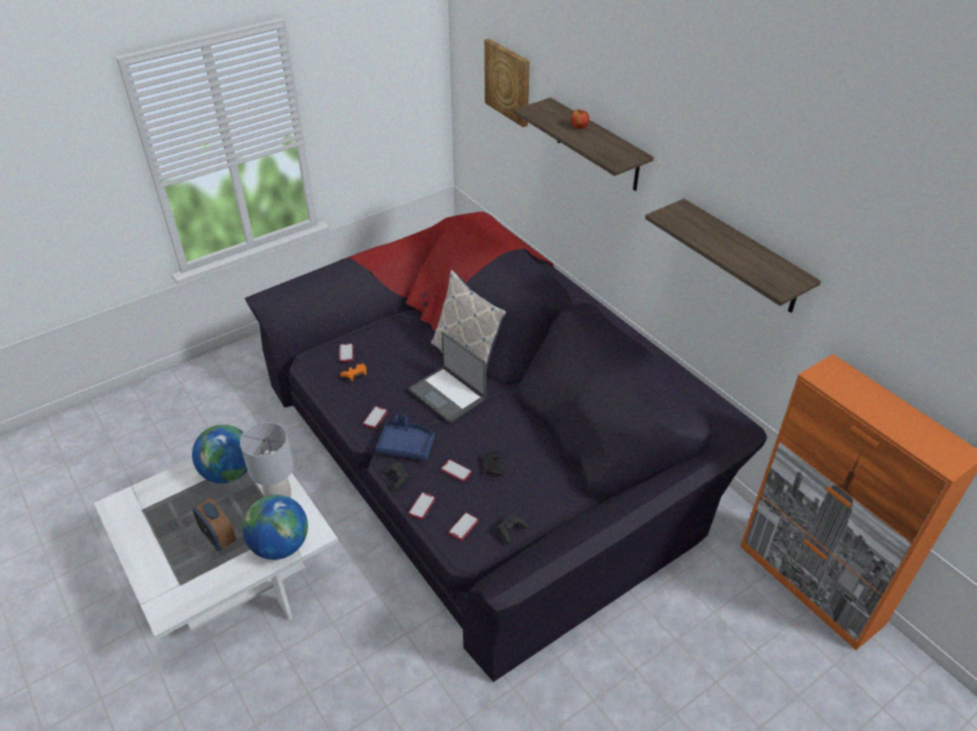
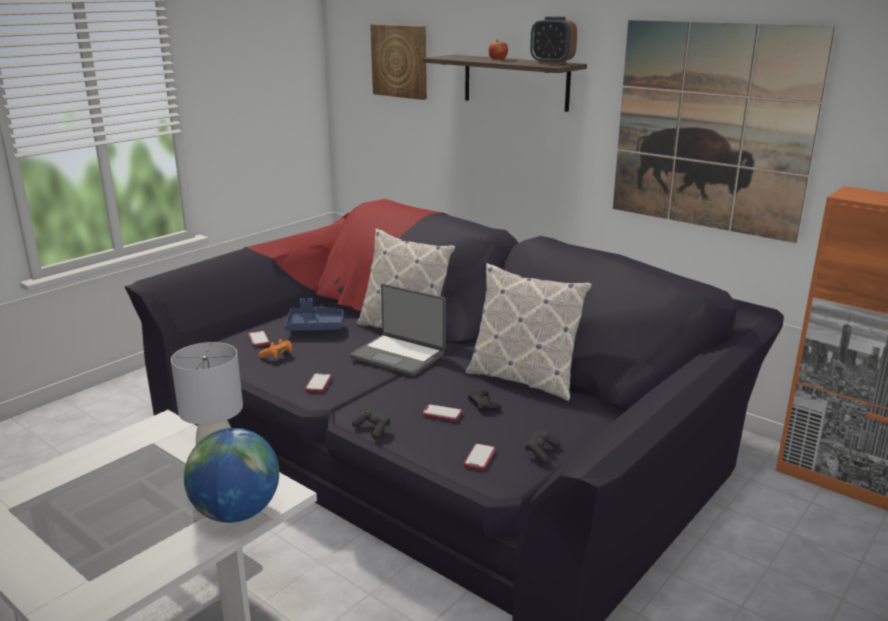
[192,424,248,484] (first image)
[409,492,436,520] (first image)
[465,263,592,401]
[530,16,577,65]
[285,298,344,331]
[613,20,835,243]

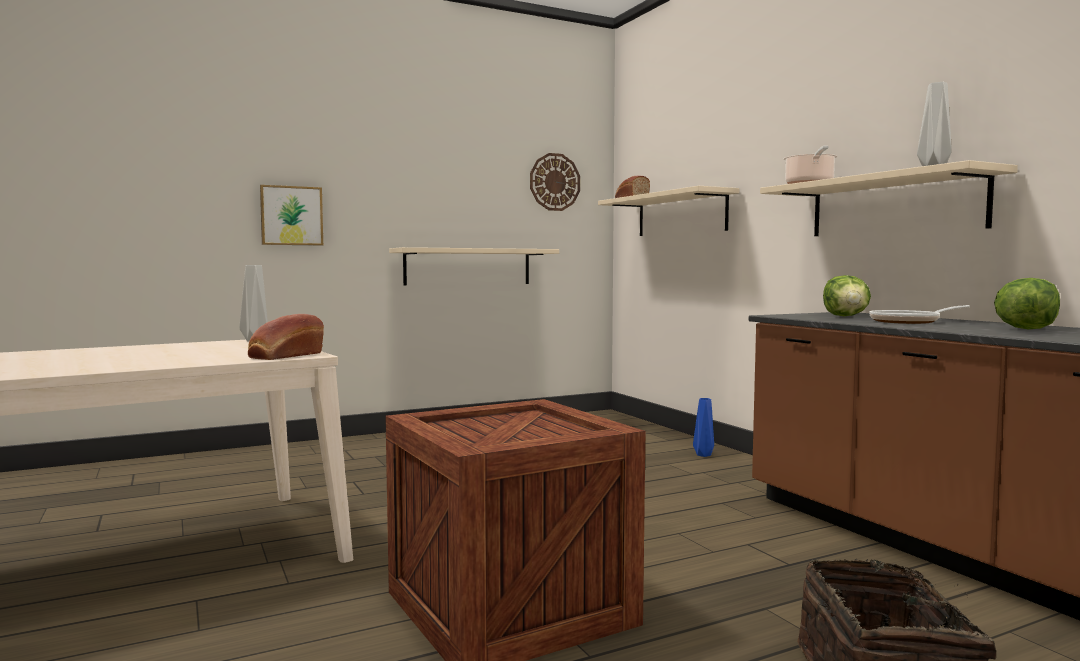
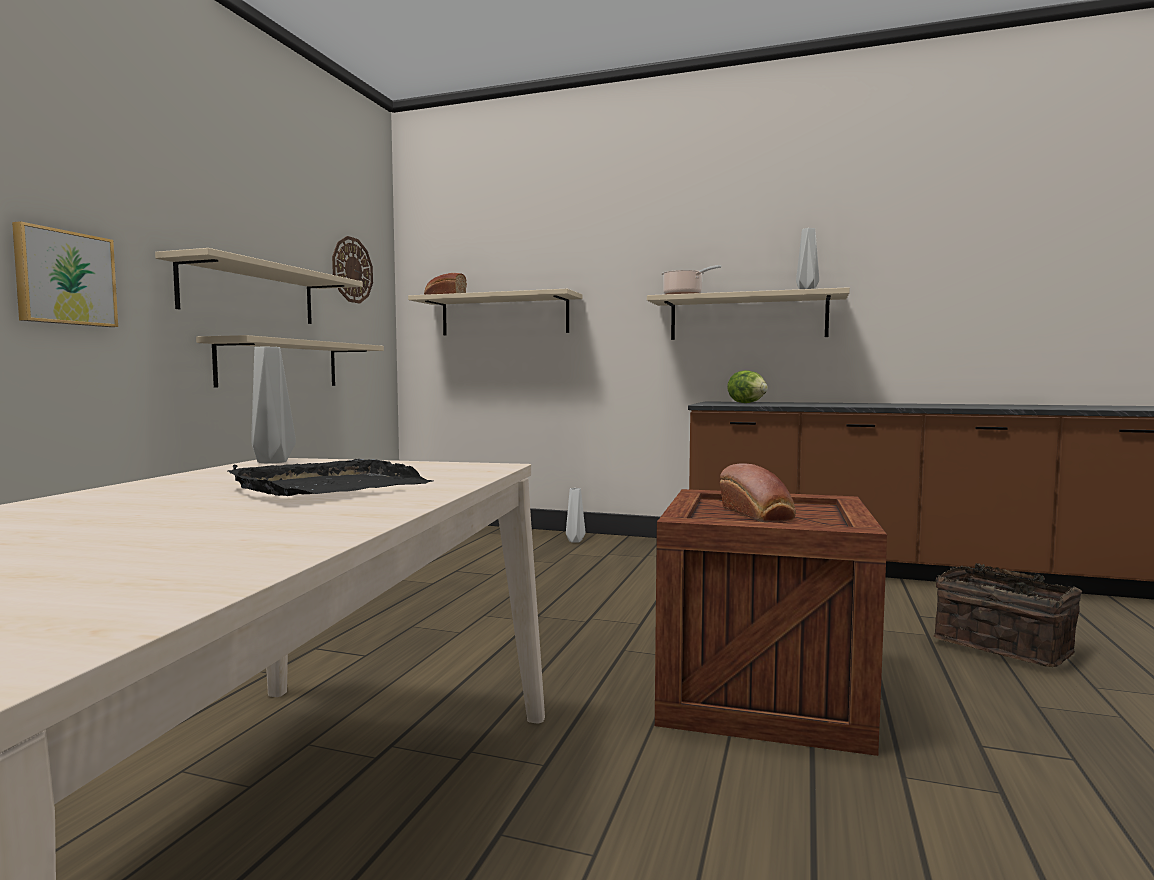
[869,305,970,324] (first image)
[994,278,1060,329] (first image)
[155,248,363,324]
[228,459,433,496]
[720,463,796,522]
[566,488,585,543]

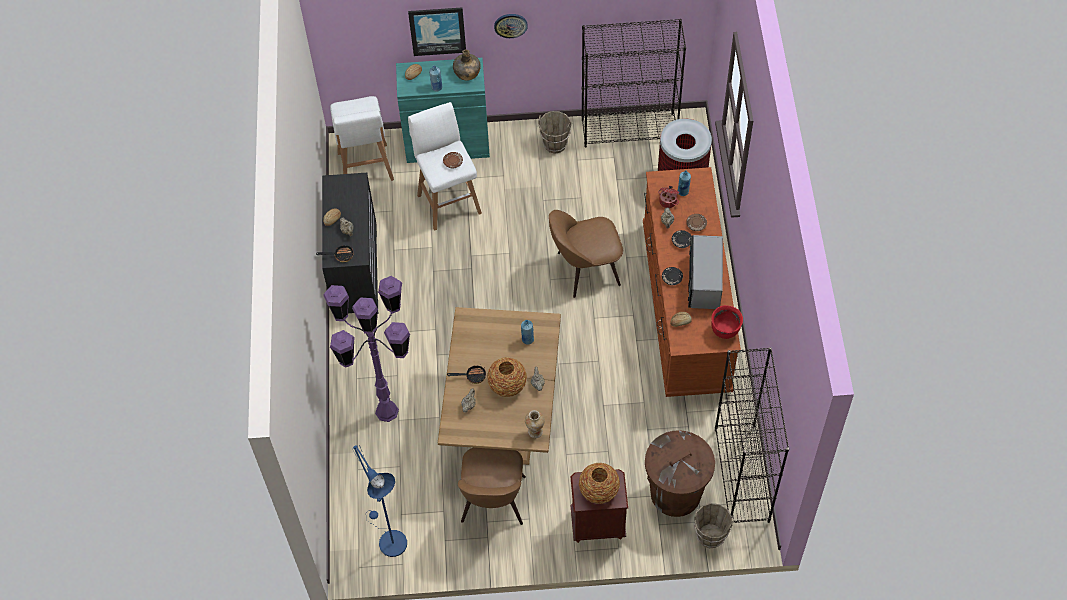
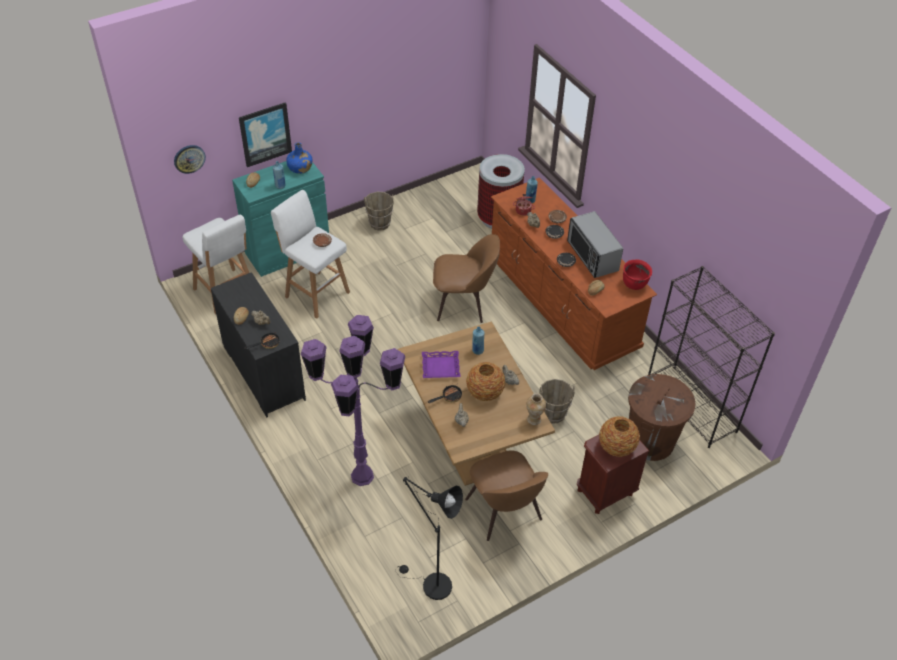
[581,19,686,148] (first image)
[422,351,461,378]
[174,145,206,174]
[539,379,575,423]
[396,477,463,600]
[286,143,312,174]
[433,234,500,323]

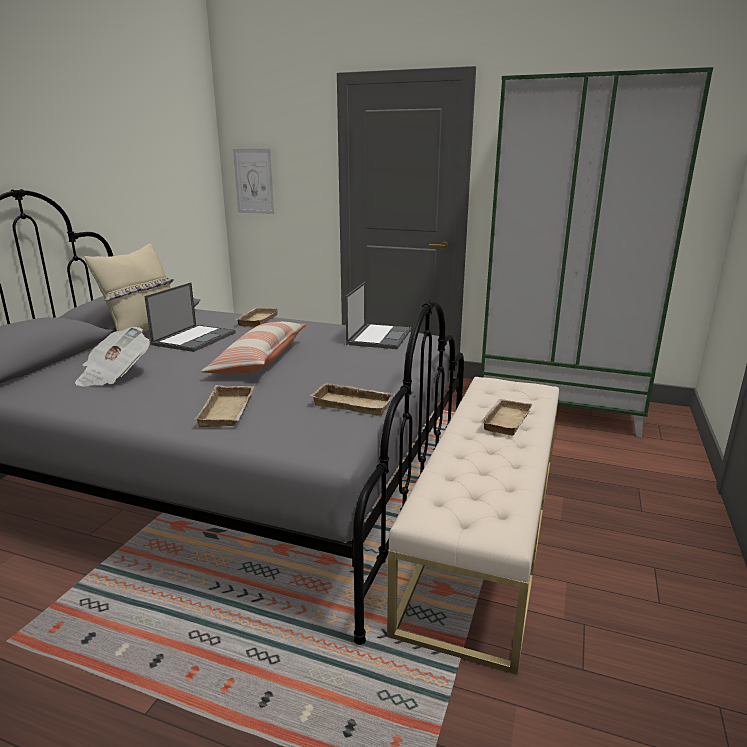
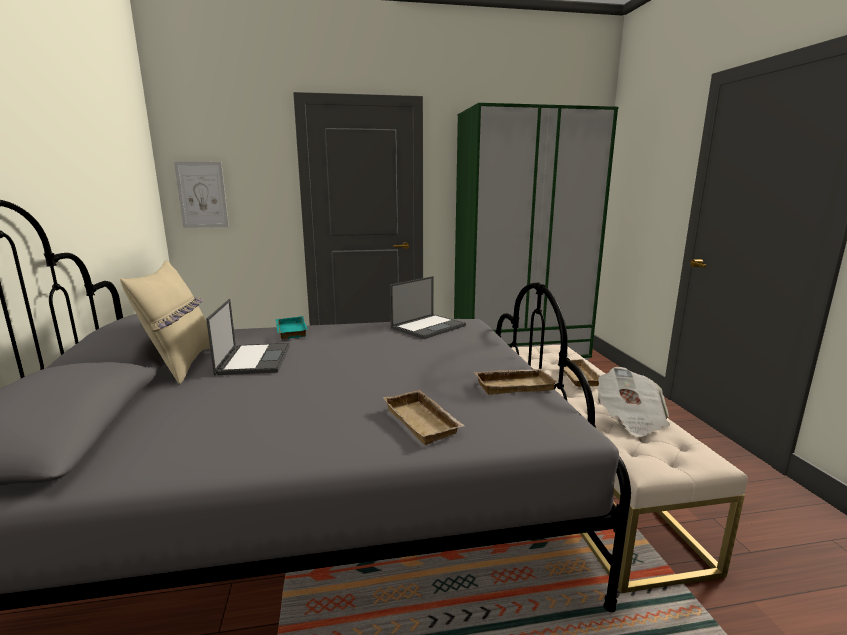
[201,322,306,374] (first image)
[598,367,670,437]
[276,316,308,339]
[390,276,466,339]

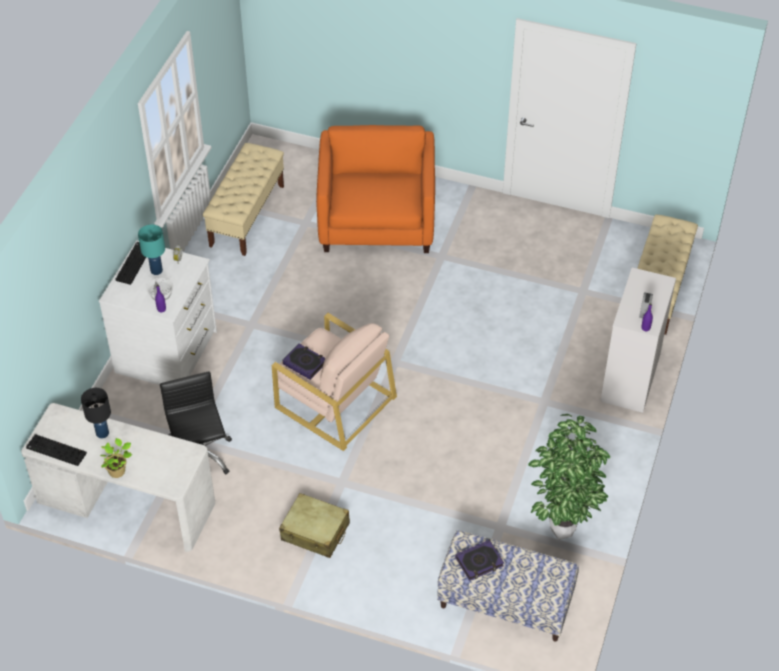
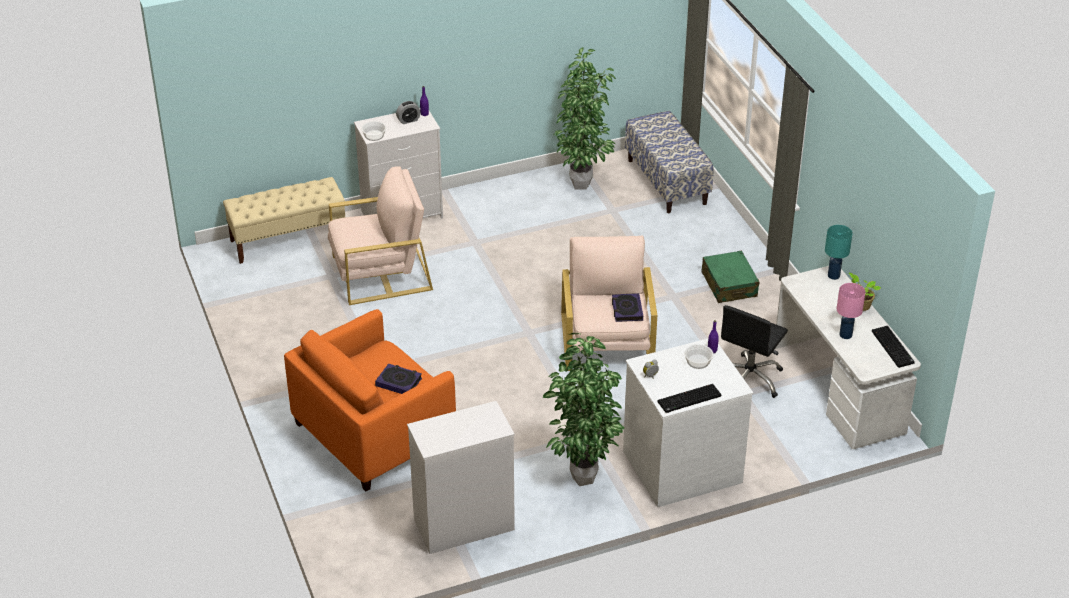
[328,166,433,305]
[361,121,386,141]
[543,333,624,486]
[825,225,853,280]
[375,363,422,394]
[407,401,515,554]
[837,283,866,339]
[701,251,760,303]

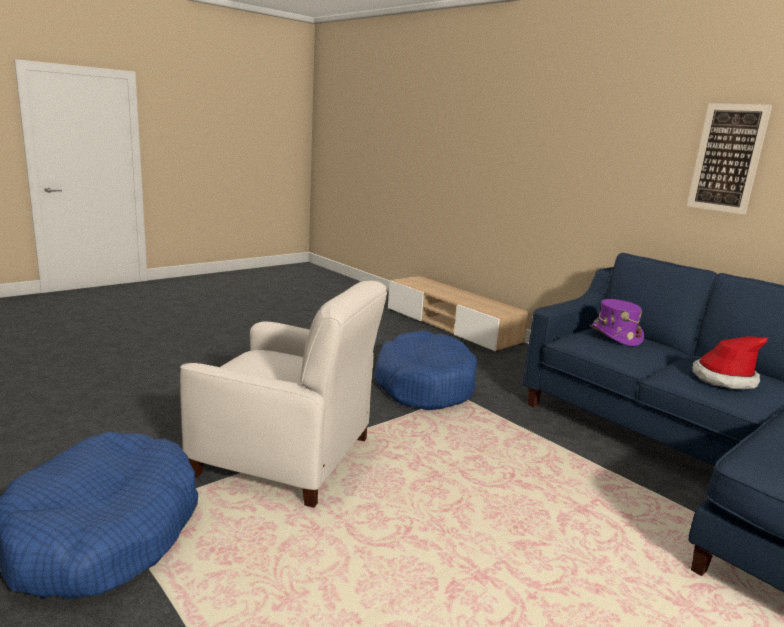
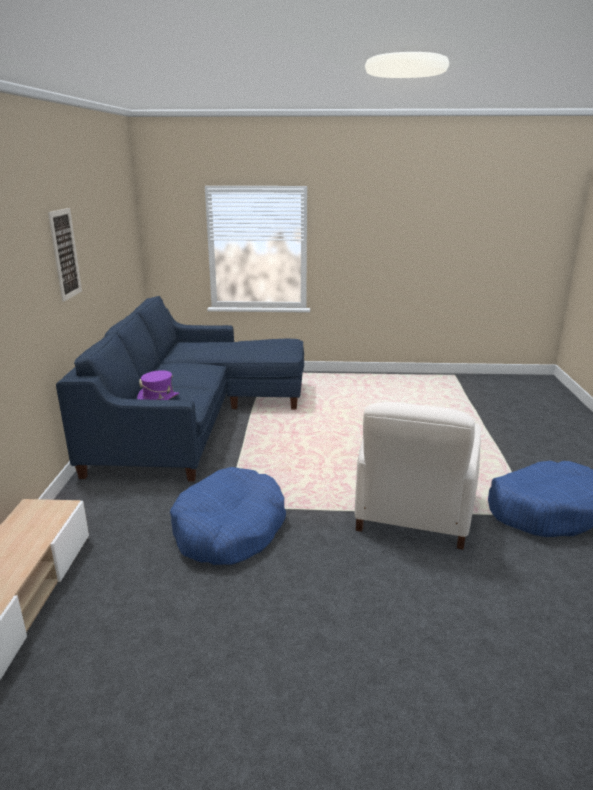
[692,336,768,389] (first image)
[355,402,481,550]

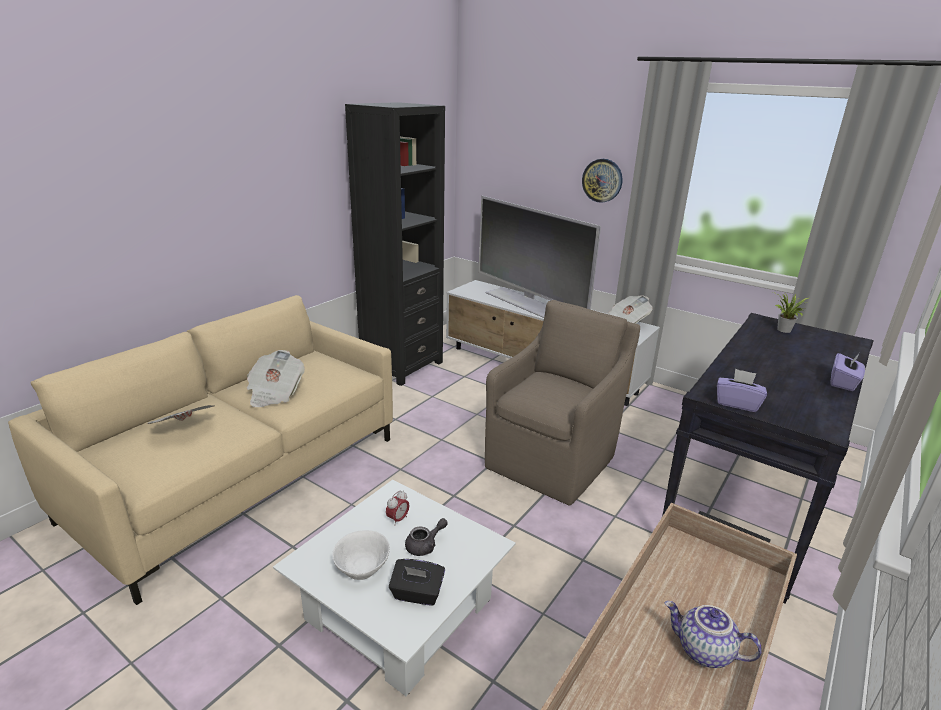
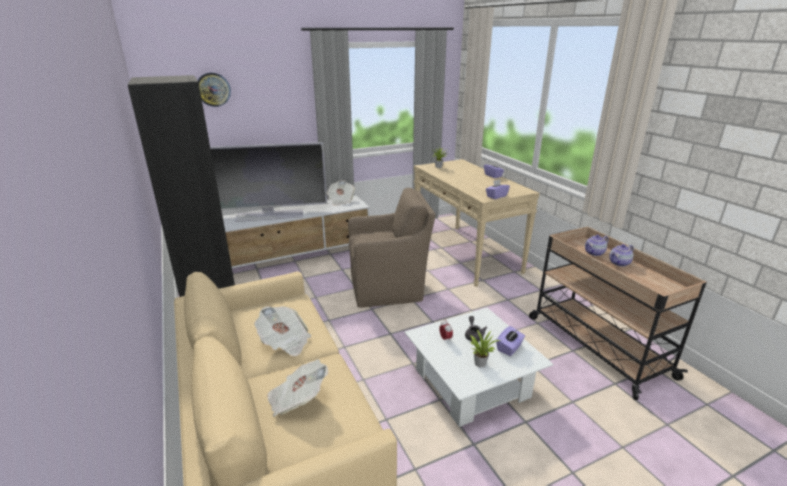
[585,235,608,256]
[198,73,231,107]
[470,330,501,368]
[496,326,525,356]
[414,159,540,287]
[348,188,435,308]

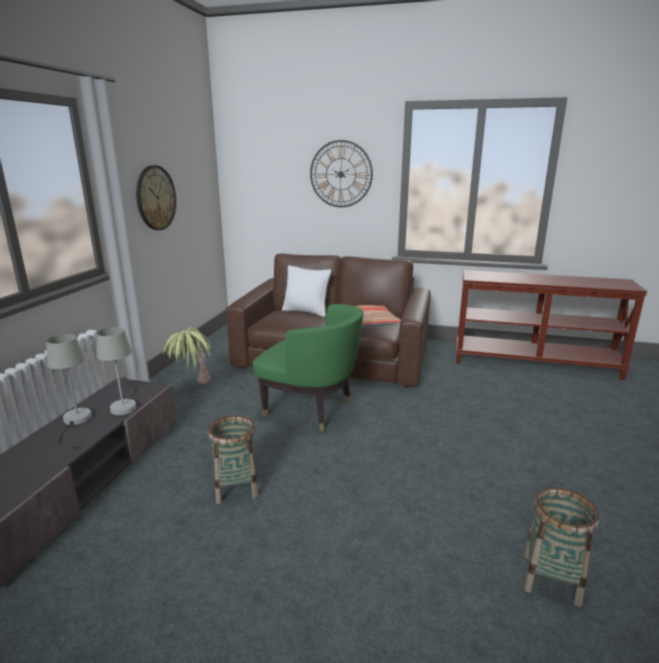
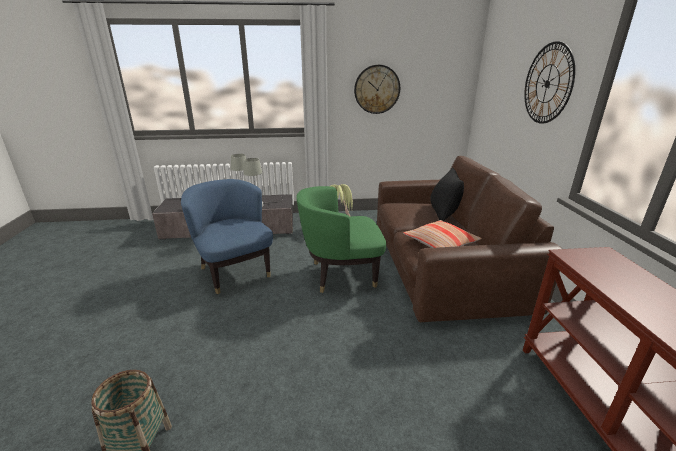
[181,179,273,294]
[430,167,464,221]
[296,186,386,293]

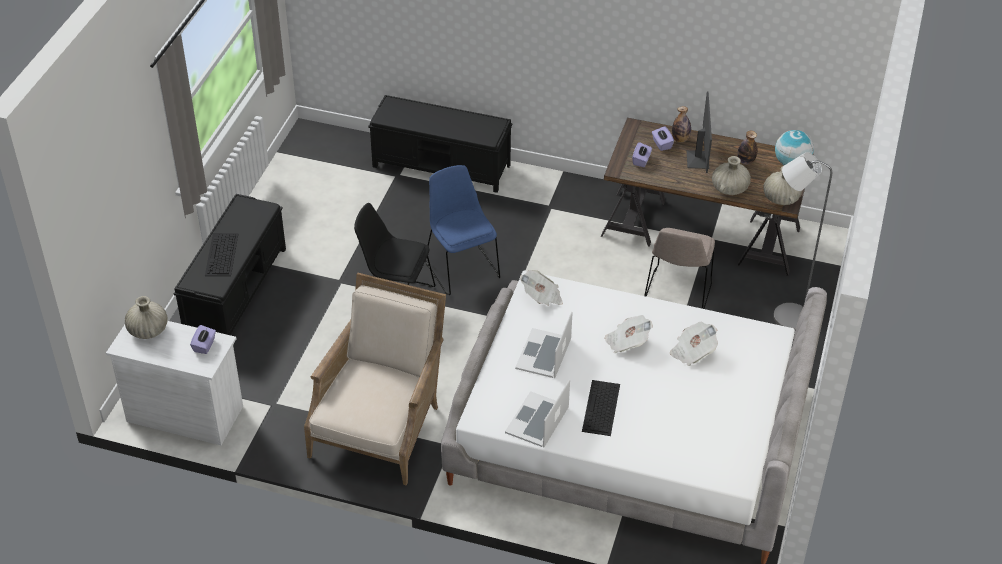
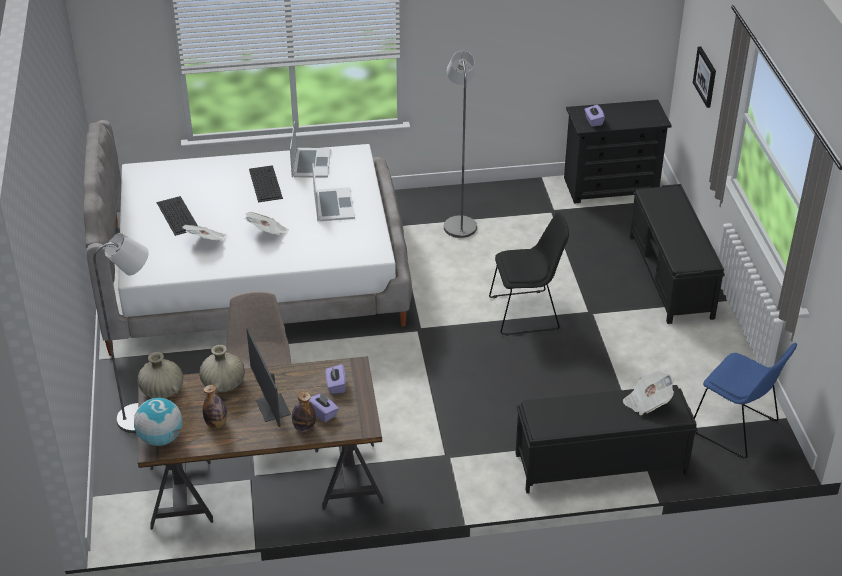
[125,296,168,339] (first image)
[693,46,716,108]
[157,196,198,236]
[694,342,797,458]
[623,371,674,415]
[444,51,477,238]
[564,100,672,204]

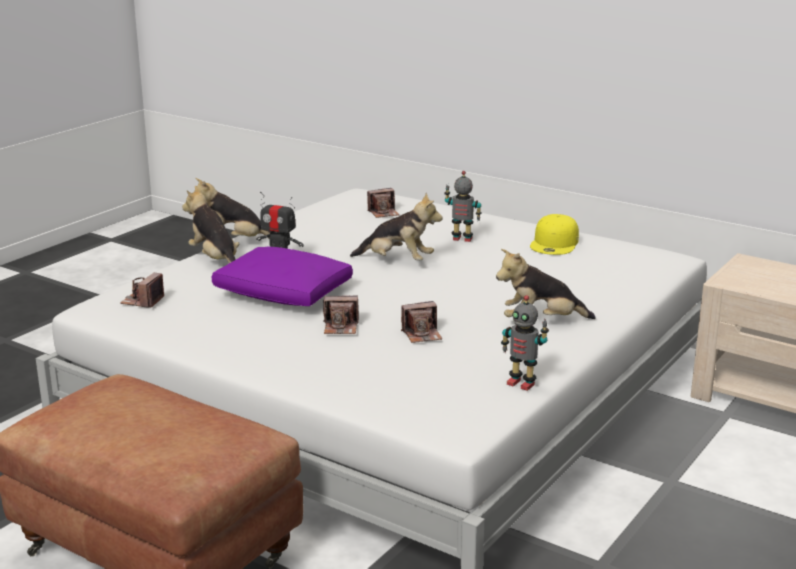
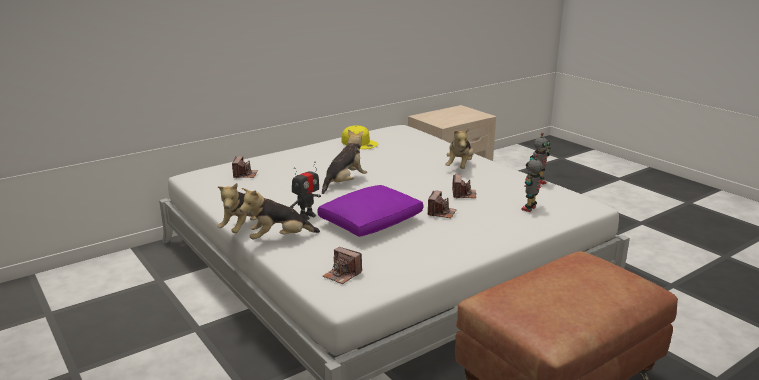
[521,154,543,212]

